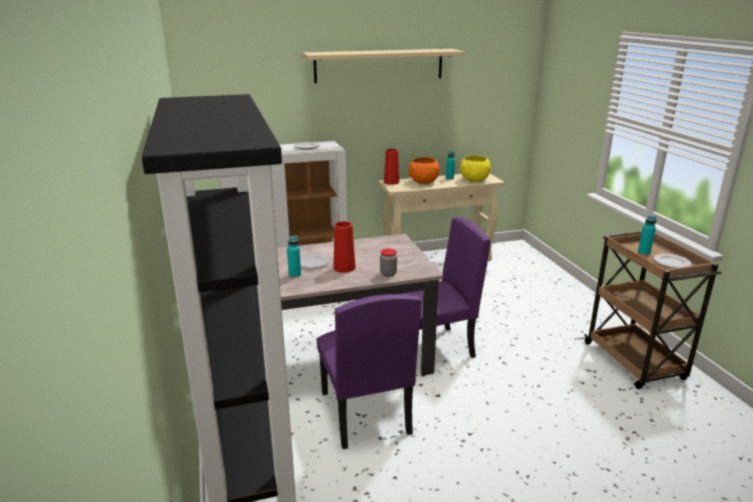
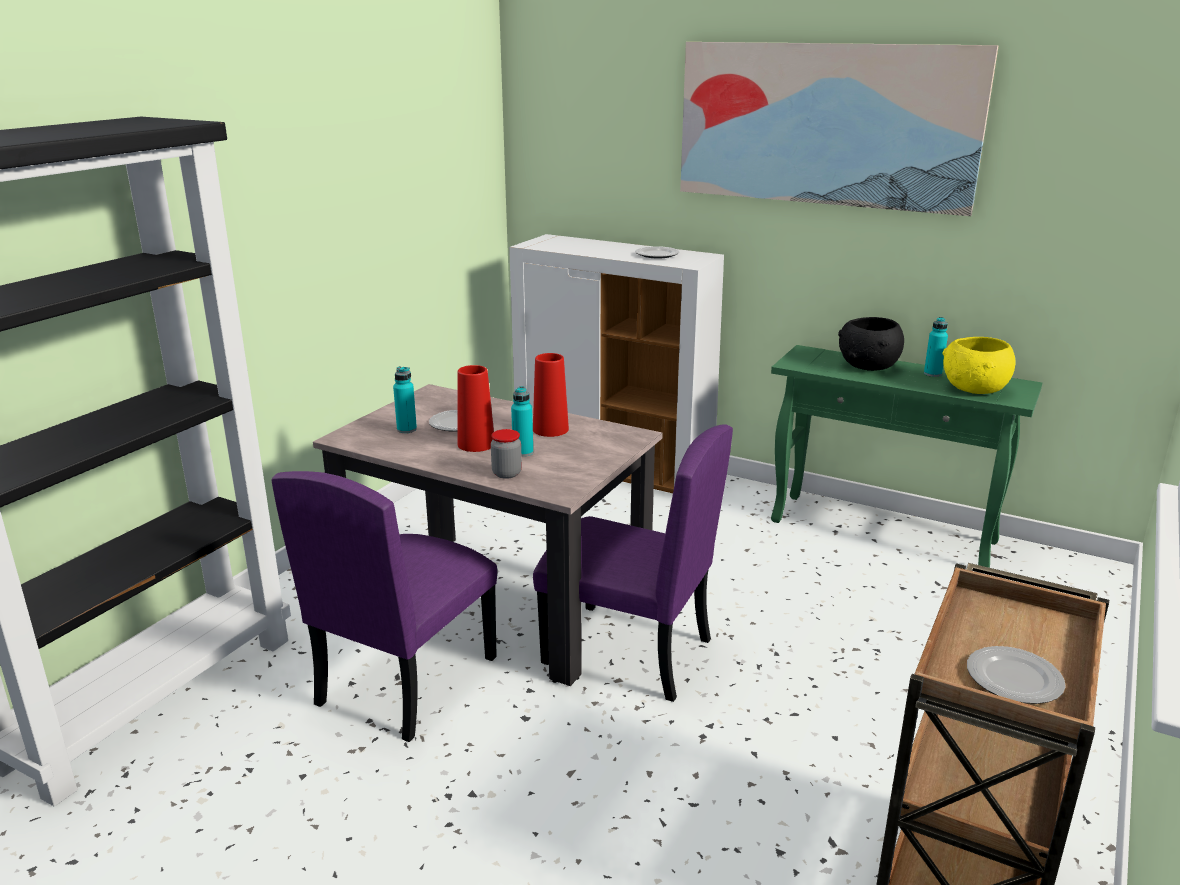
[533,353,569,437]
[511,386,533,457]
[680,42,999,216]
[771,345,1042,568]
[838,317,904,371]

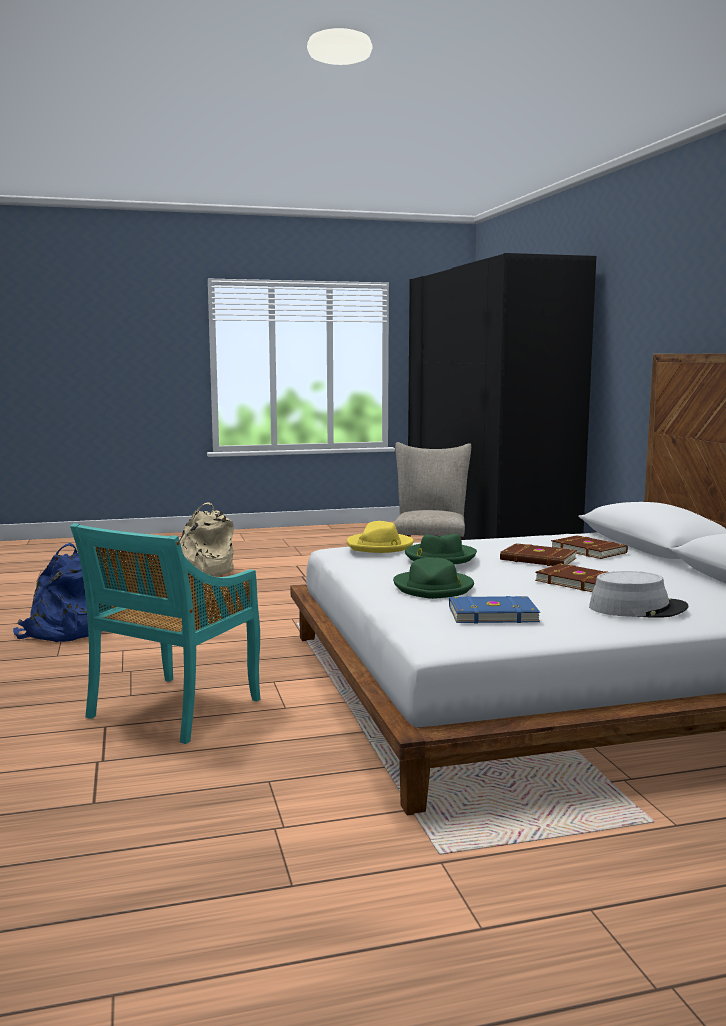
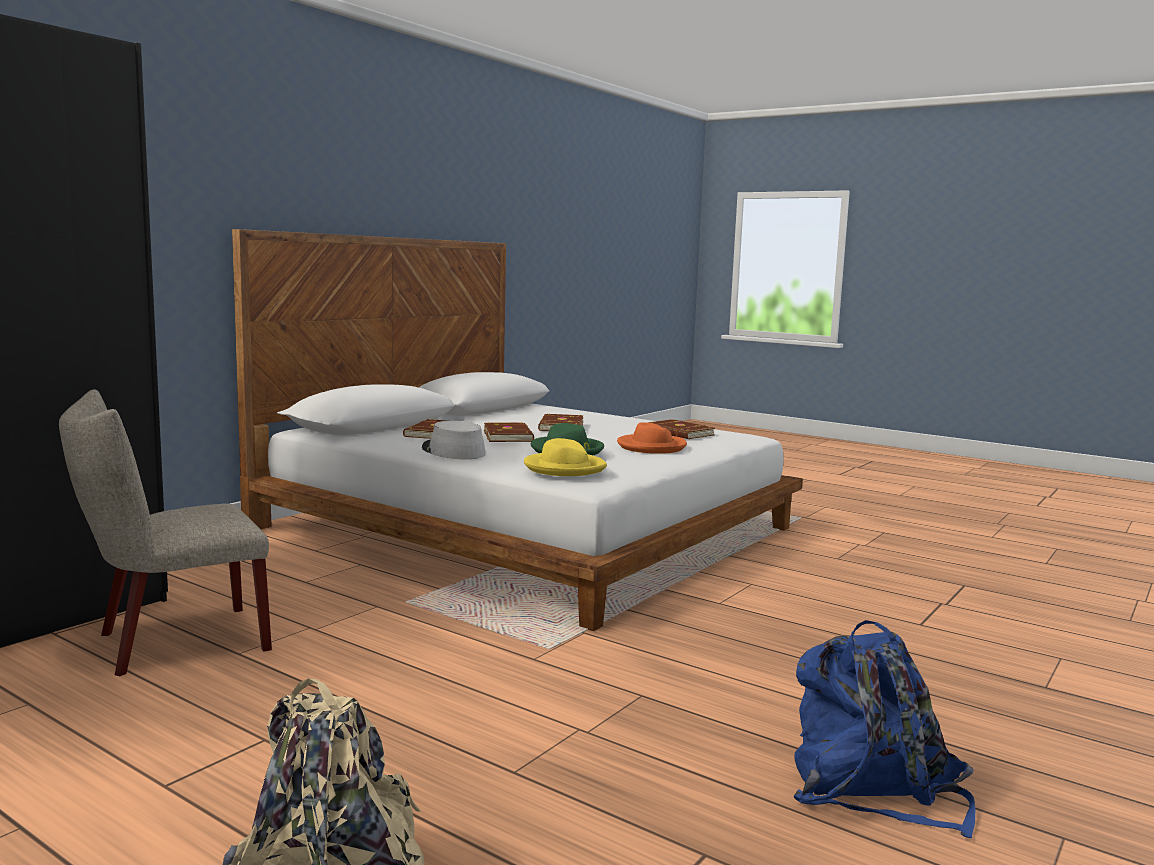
[70,523,261,744] (first image)
[422,421,486,459]
[617,422,687,454]
[648,419,715,439]

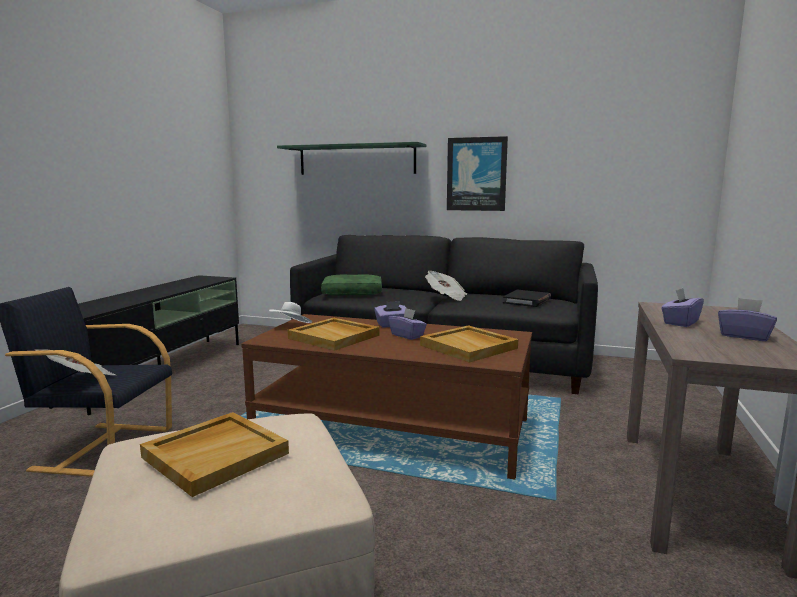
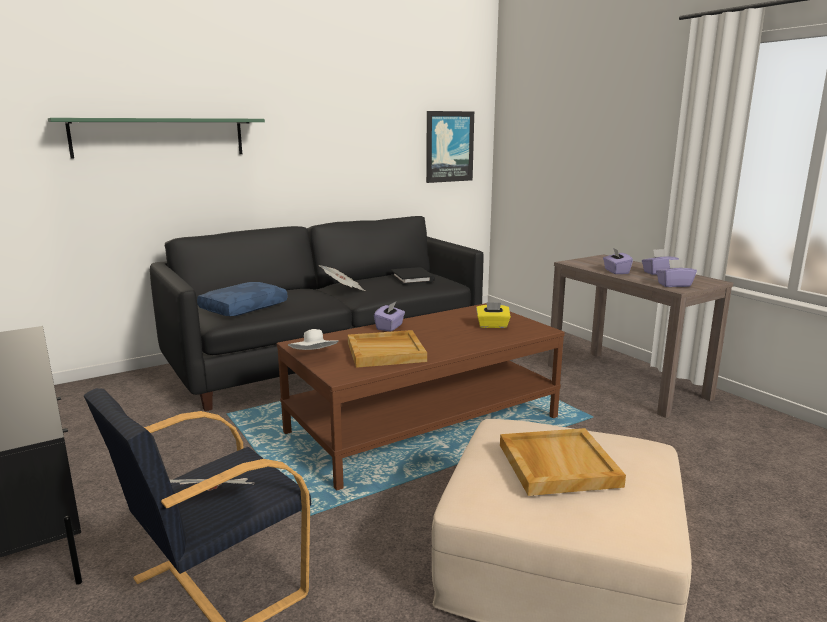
[656,259,697,287]
[426,111,474,183]
[476,302,511,328]
[197,282,287,316]

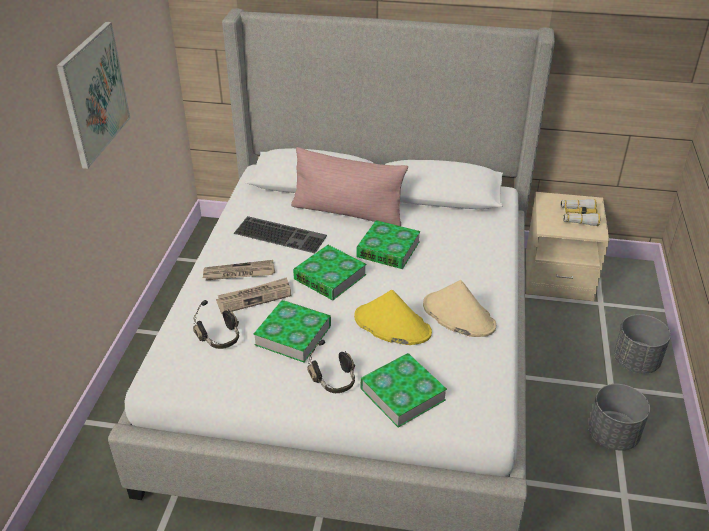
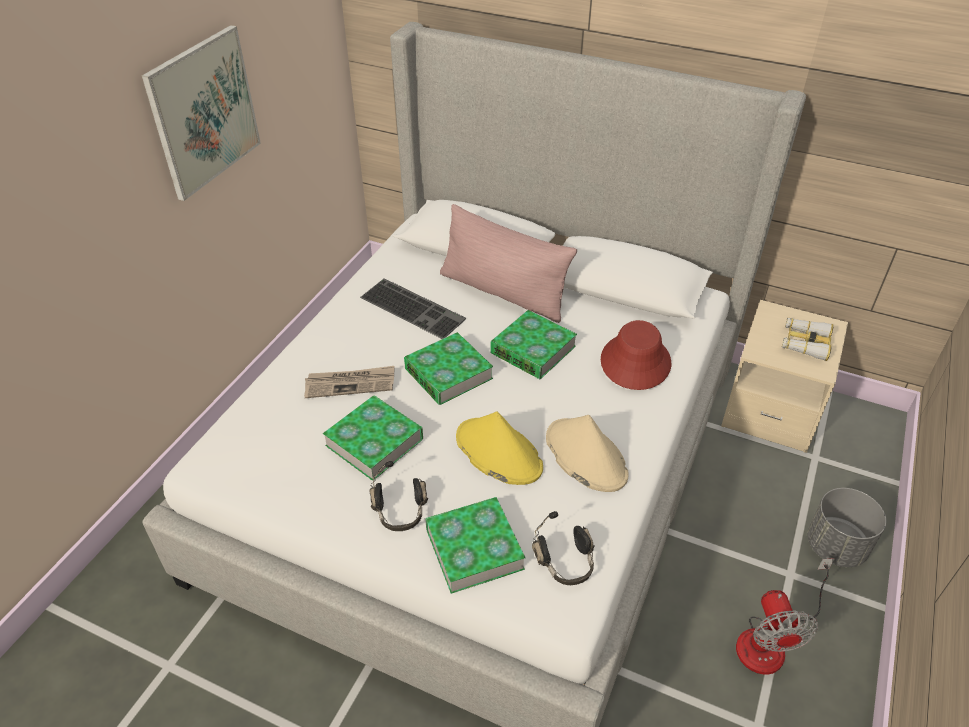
[203,260,275,281] (first image)
[601,320,671,390]
[532,511,595,585]
[736,558,834,675]

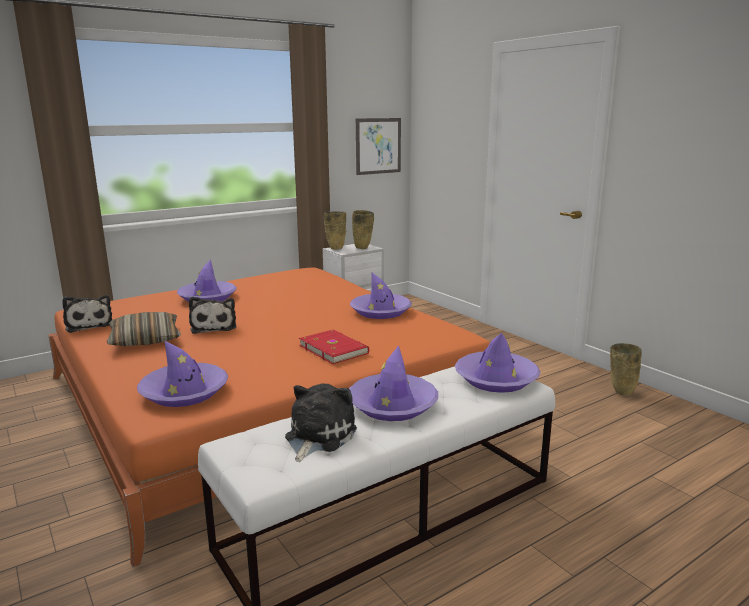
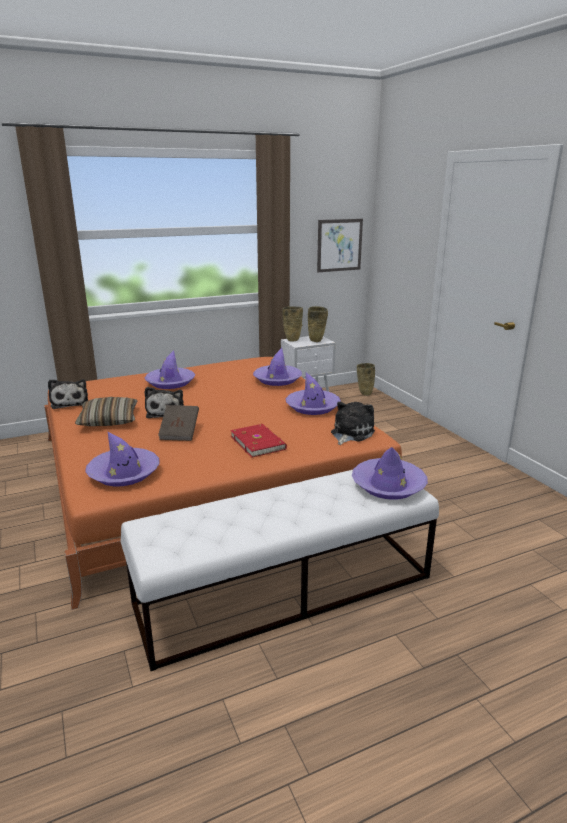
[158,405,199,441]
[331,402,375,445]
[253,348,302,386]
[357,363,375,396]

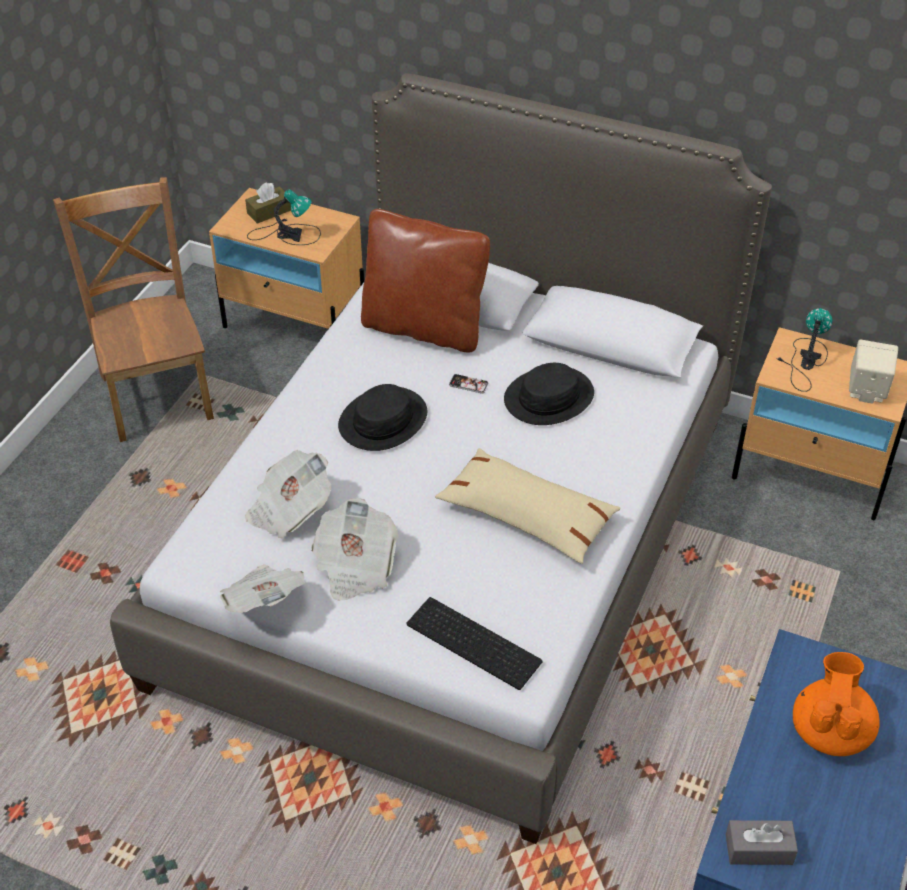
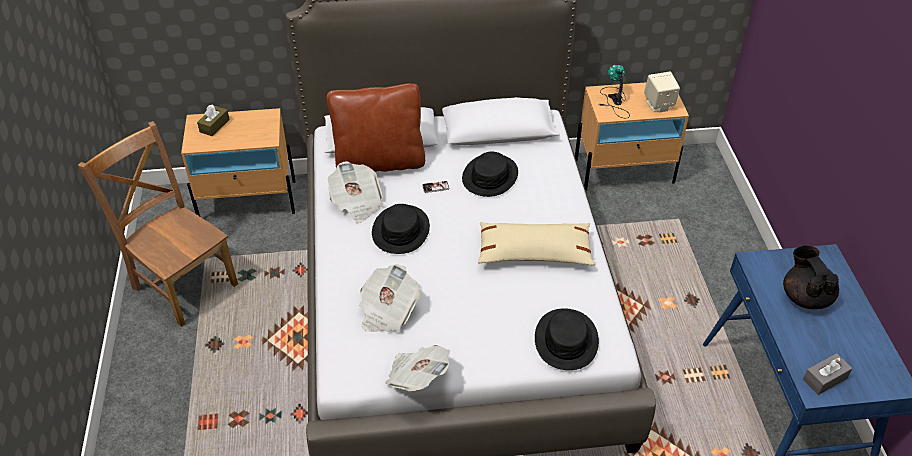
[247,189,321,245] (first image)
[328,161,384,223]
[535,308,599,370]
[783,245,839,309]

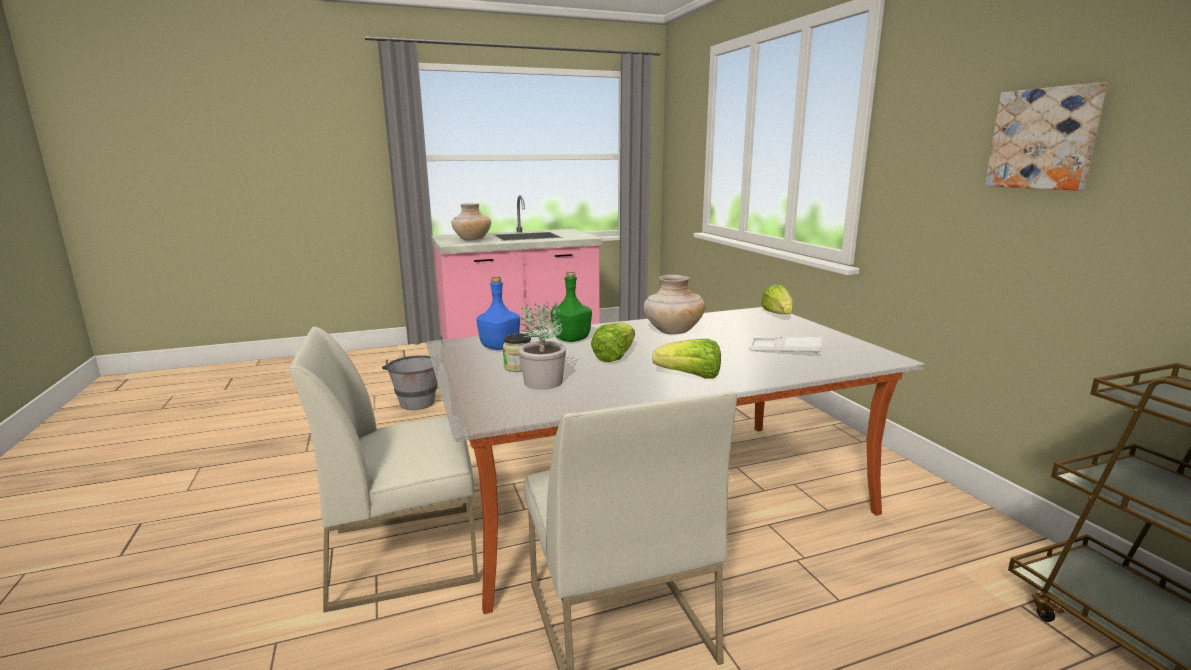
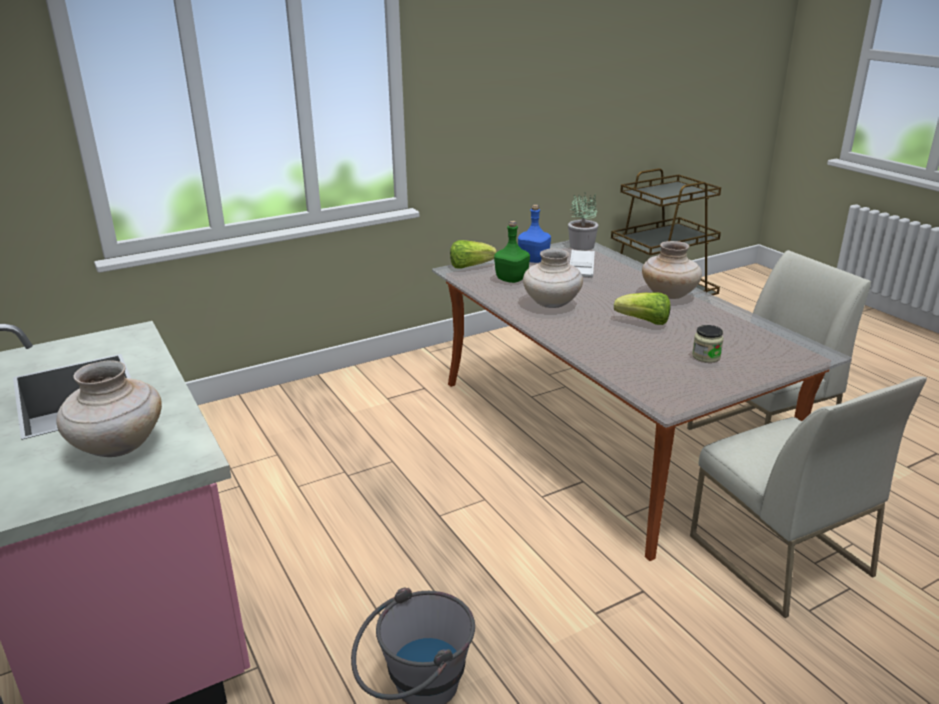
[985,82,1107,190] (first image)
[518,204,551,263]
[568,193,598,250]
[494,221,530,283]
[642,241,702,299]

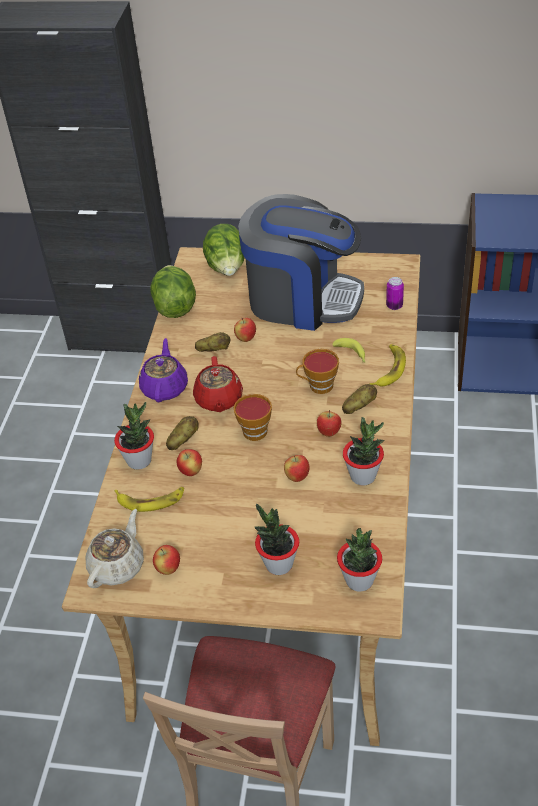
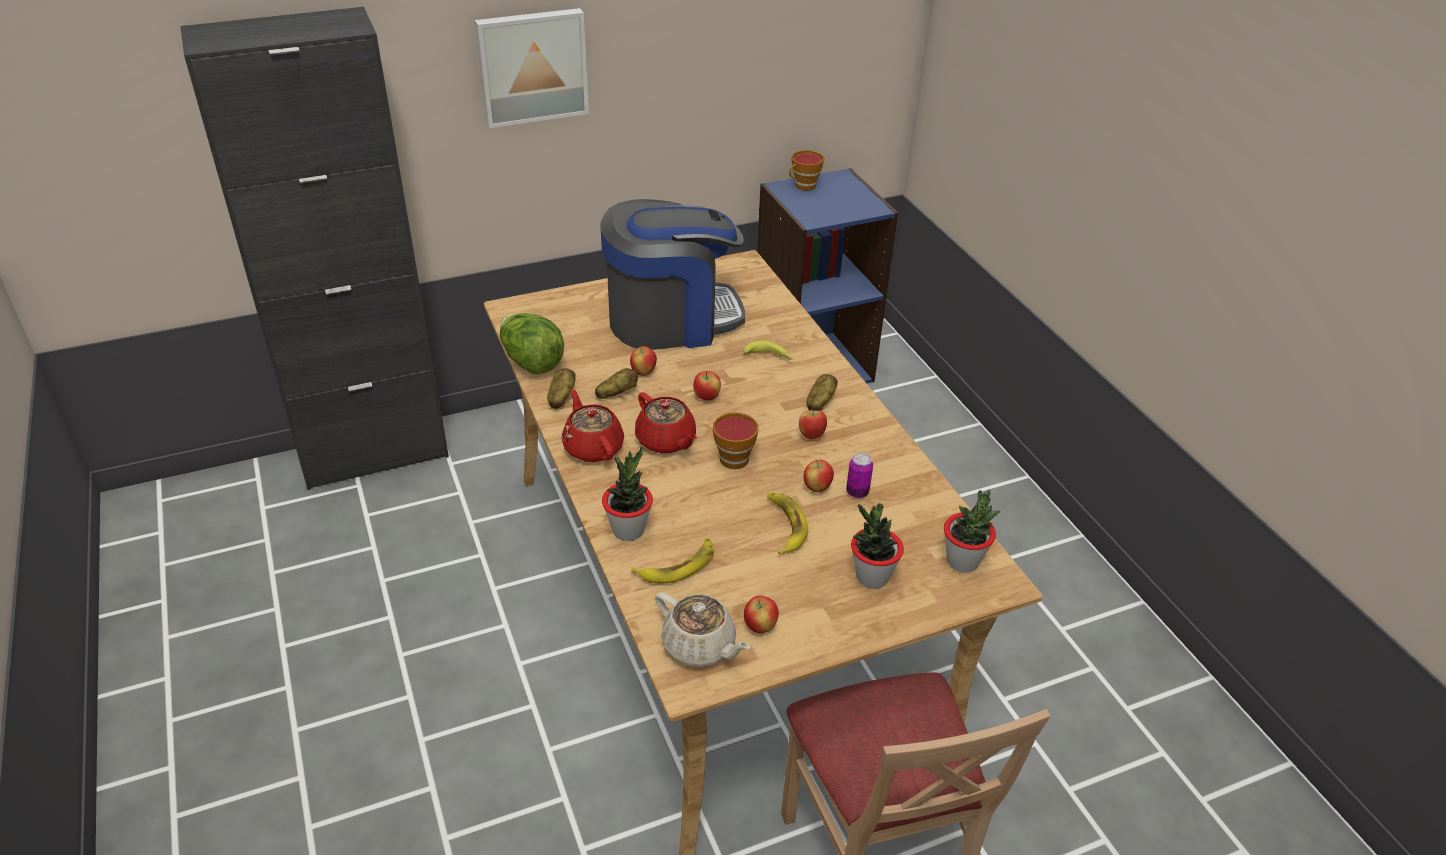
[203,224,244,276] (first image)
[343,417,384,485] (first image)
[475,8,589,128]
[547,368,576,409]
[693,371,721,400]
[789,150,824,191]
[767,493,808,555]
[846,453,873,498]
[562,389,624,462]
[655,592,750,667]

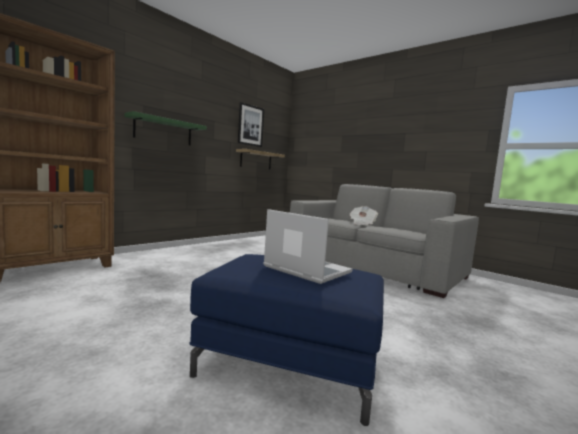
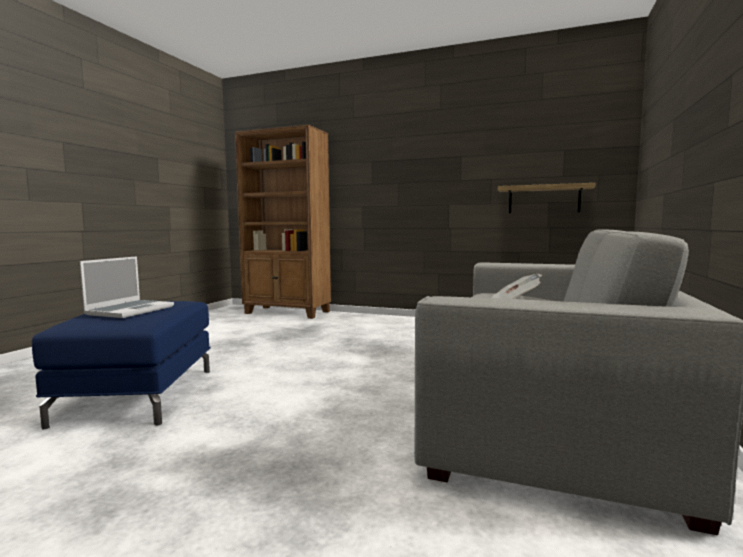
[125,111,207,145] (first image)
[238,102,264,147] (first image)

